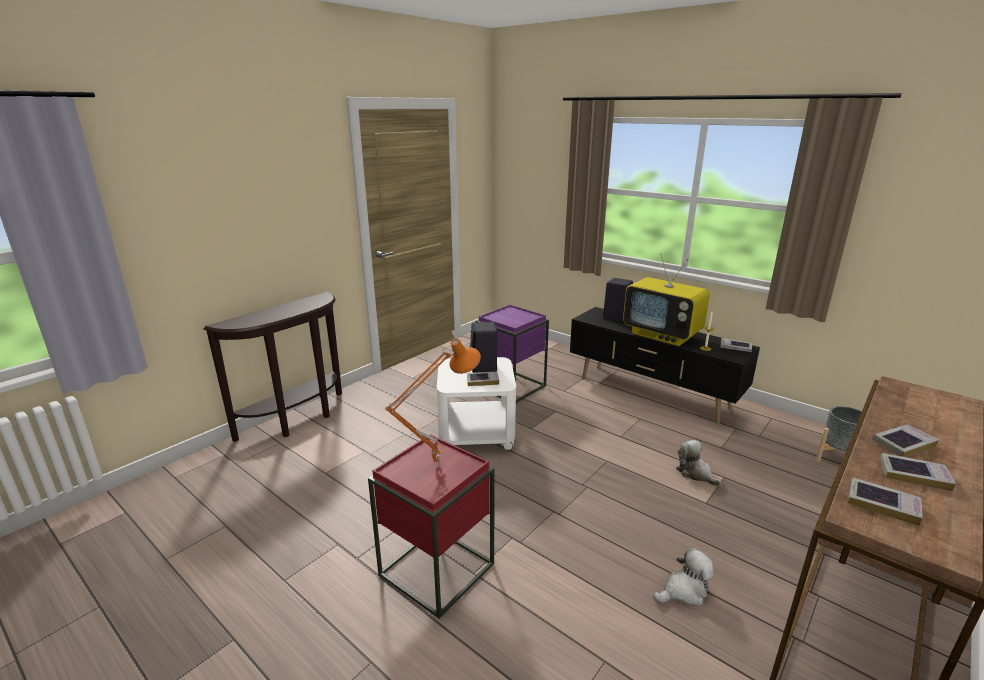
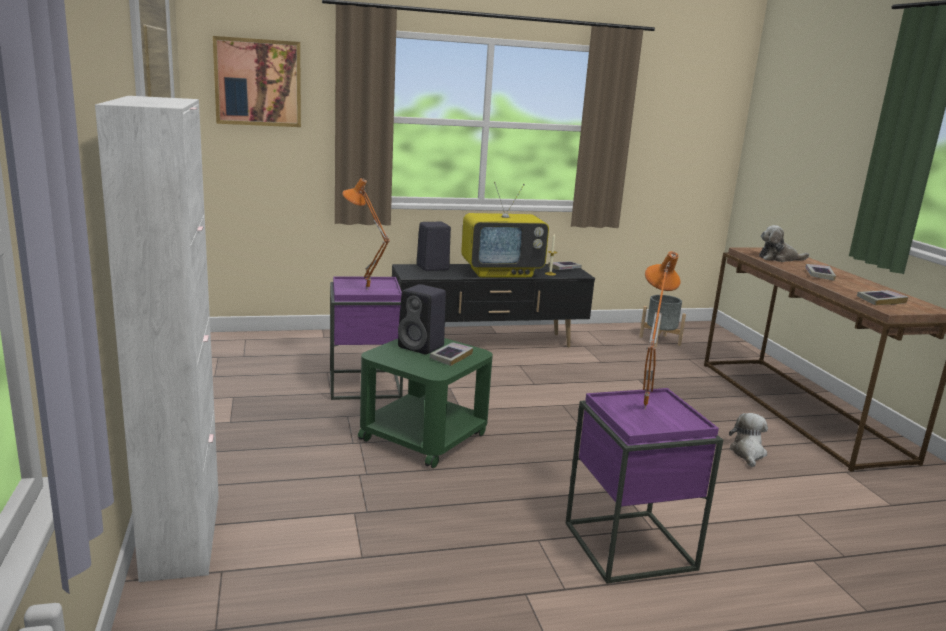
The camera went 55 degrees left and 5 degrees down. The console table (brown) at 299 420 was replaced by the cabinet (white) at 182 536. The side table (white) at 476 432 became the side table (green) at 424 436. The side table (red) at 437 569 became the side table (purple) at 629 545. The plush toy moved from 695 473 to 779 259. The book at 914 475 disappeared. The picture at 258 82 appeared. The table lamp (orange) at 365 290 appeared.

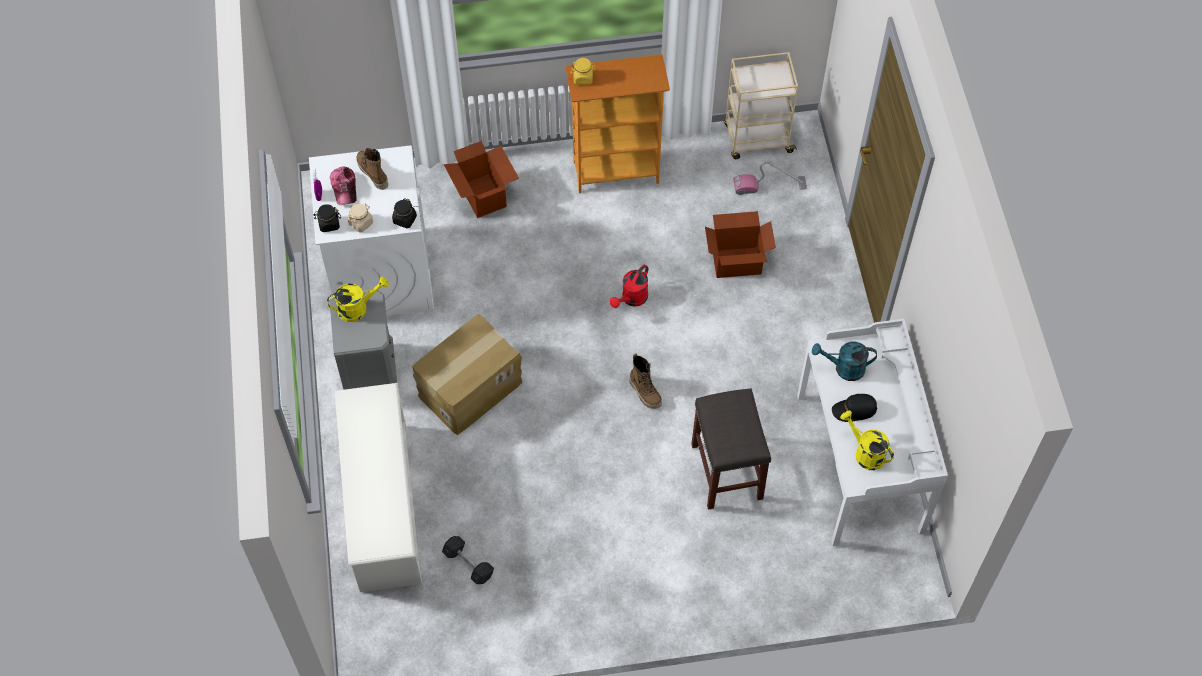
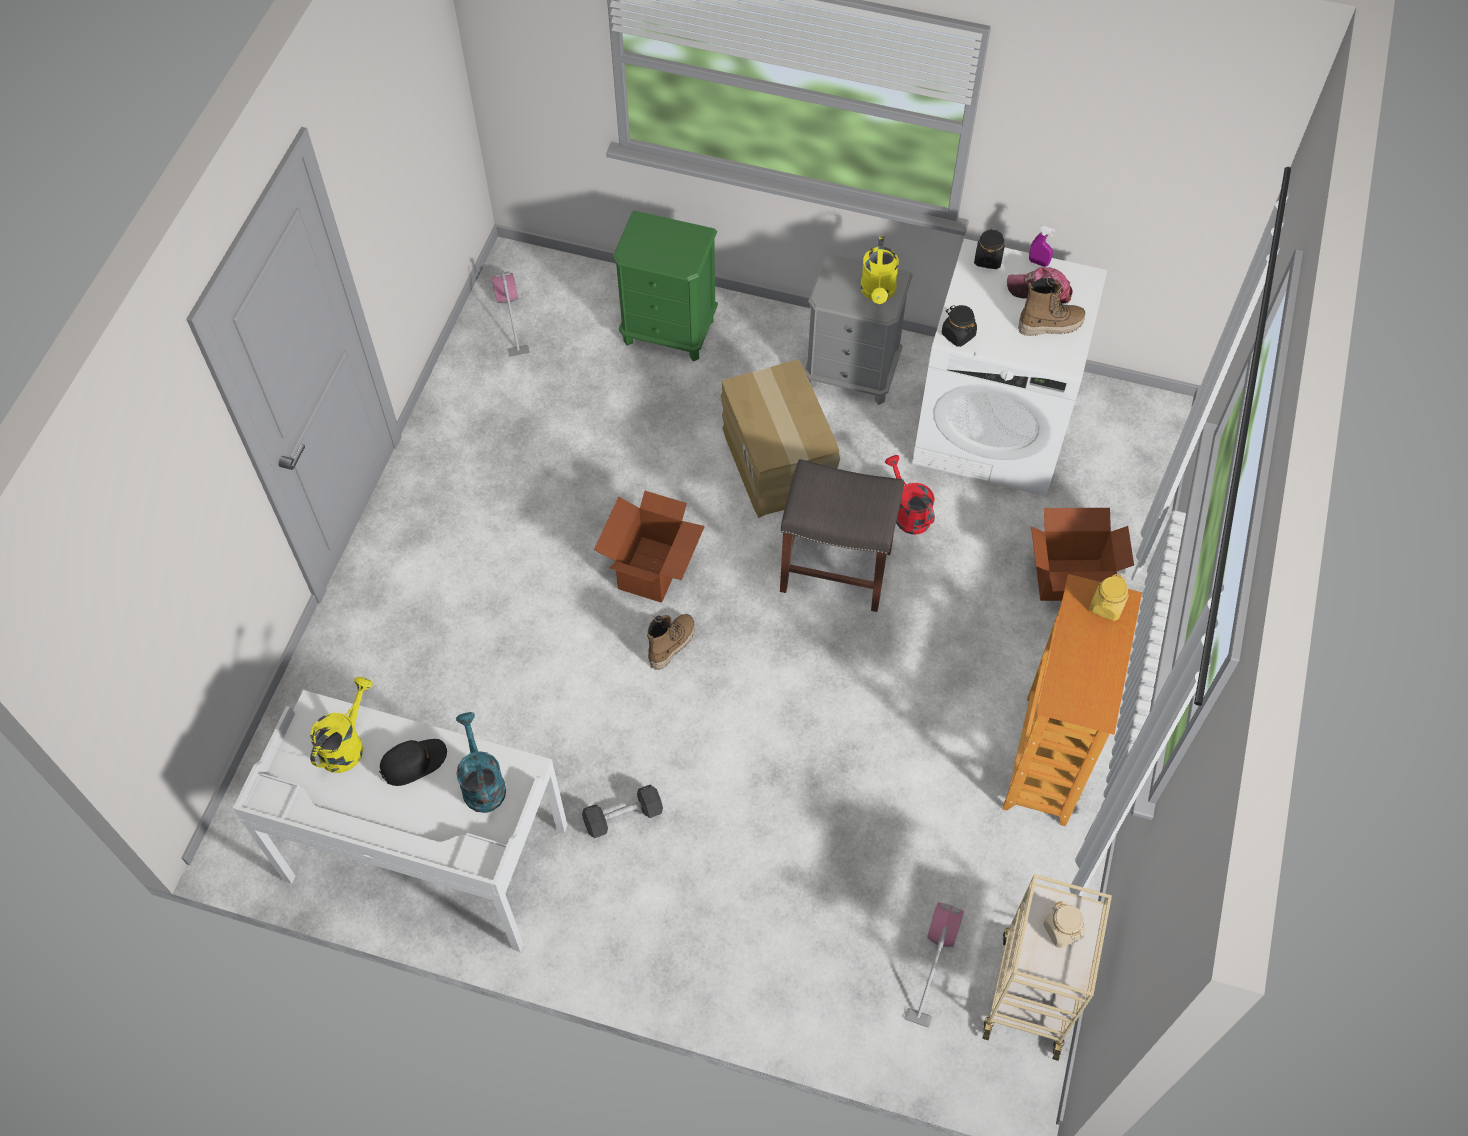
The camera went 115 degrees right and 0 degrees up. The jar (beige) moved from 361 223 to 1062 930. The cardboard box moved from 736 262 to 652 570. The watering can (red) moved from 632 299 to 908 513. The watering can (turquoise) at 844 368 turned 45 degrees counterclockwise. The boot at 645 392 turned 135 degrees clockwise. The shoe rack (white) at 383 507 was replaced by the nightstand (green) at 669 331. The stool (grey) moved from 726 470 to 837 570. The cap (black) at 854 410 turned 45 degrees clockwise. The watering can (yellow) at 865 452 turned 45 degrees counterclockwise. The dumbbell (grey) moved from 468 564 to 623 816. The vacuum cleaner at 511 317 appeared.

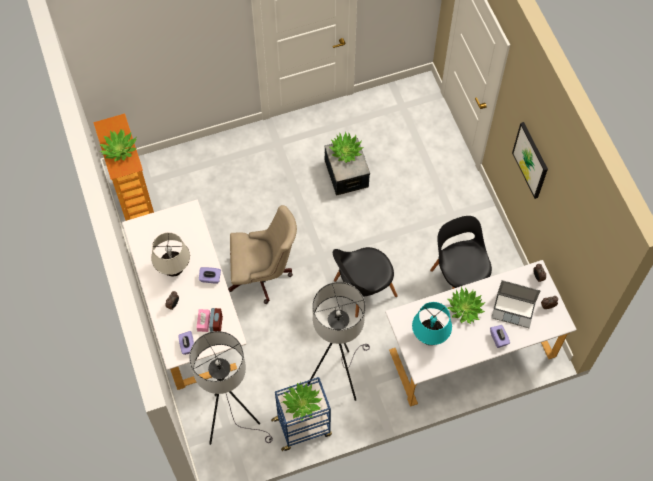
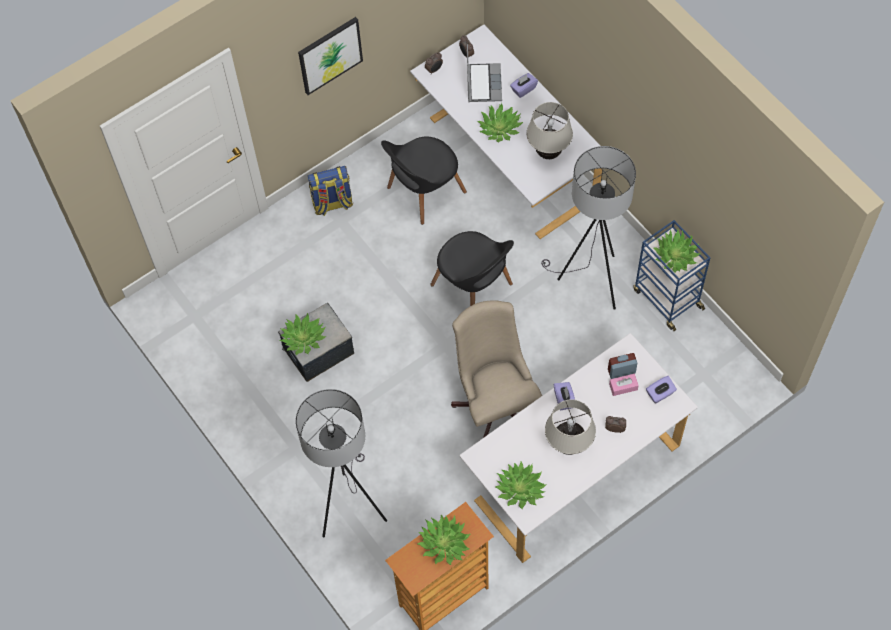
The camera went 105 degrees left and 0 degrees up. The table lamp (turquoise) at 429 337 became the table lamp (beige) at 548 152. The floor lamp (grey) moved from 233 420 to 349 505. The backpack at 332 203 appeared. The potted plant at 520 489 appeared.

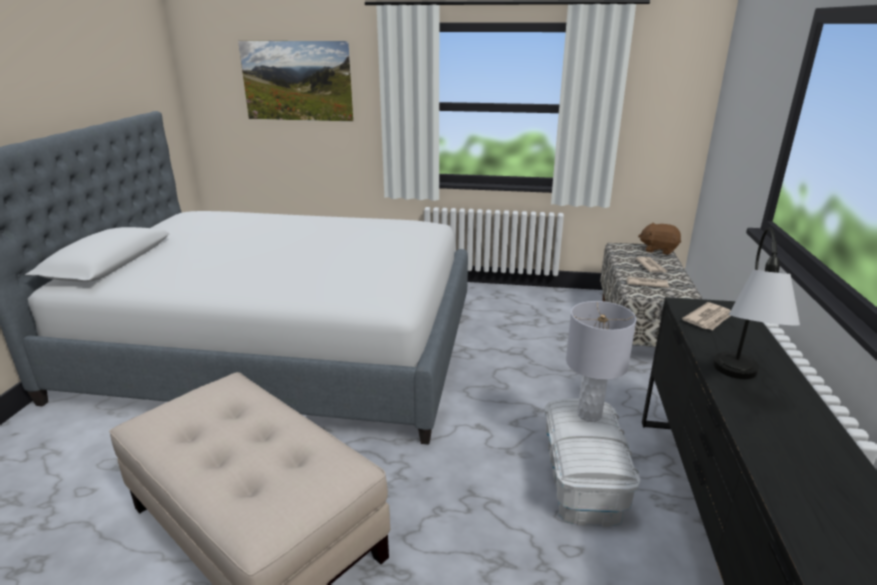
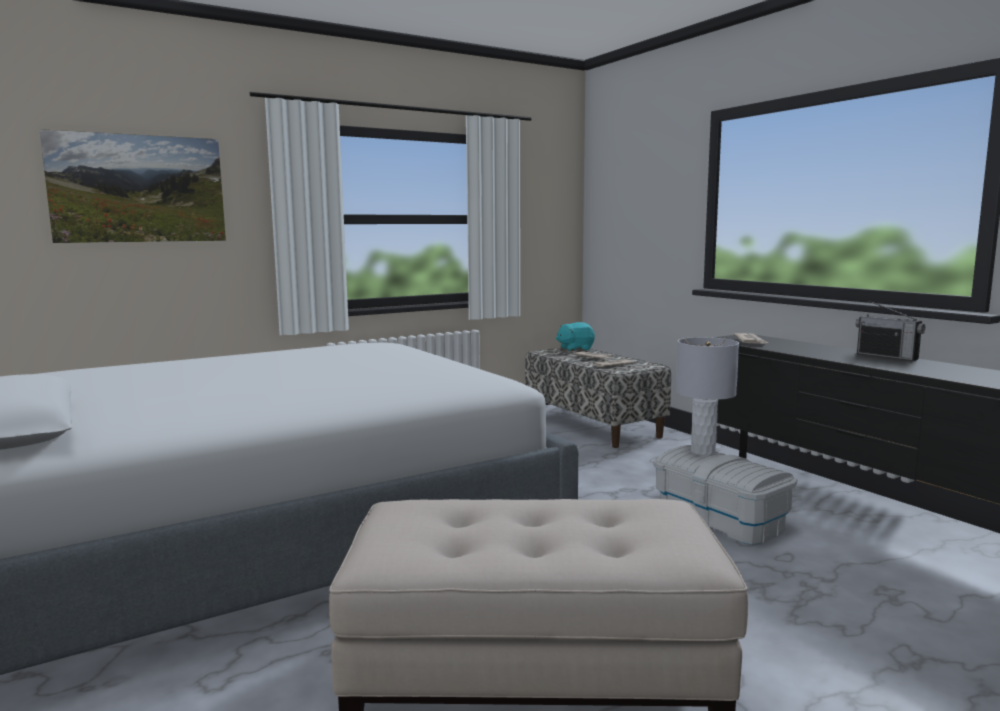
The camera went 40 degrees left and 15 degrees down. The plush toy (brown) at 658 250 became the plush toy (turquoise) at 575 349. The table lamp at 738 383 disappeared. The radio at 887 356 appeared.

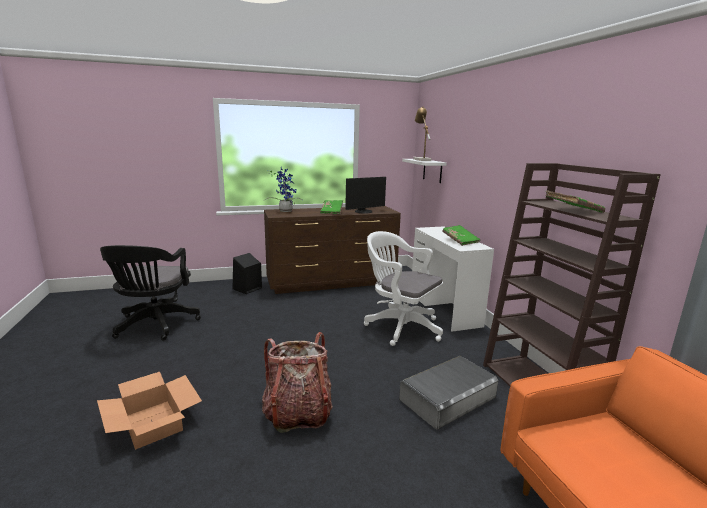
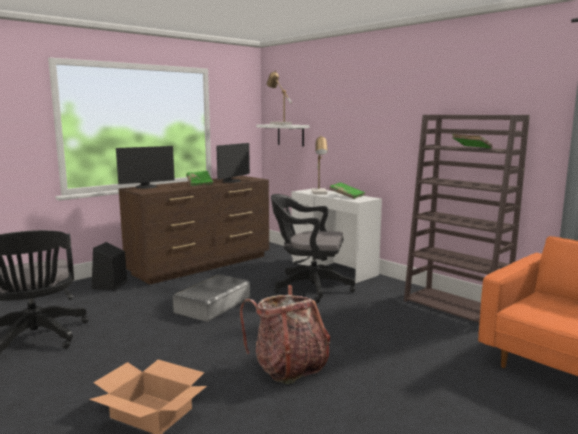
The camera went 25 degrees left and 5 degrees down. The potted plant at 285 210 was replaced by the monitor at 146 187. The office chair (white) at 400 326 became the office chair (black) at 309 288. The storage box (grey) moved from 447 398 to 213 304. The table lamp at 320 193 appeared.

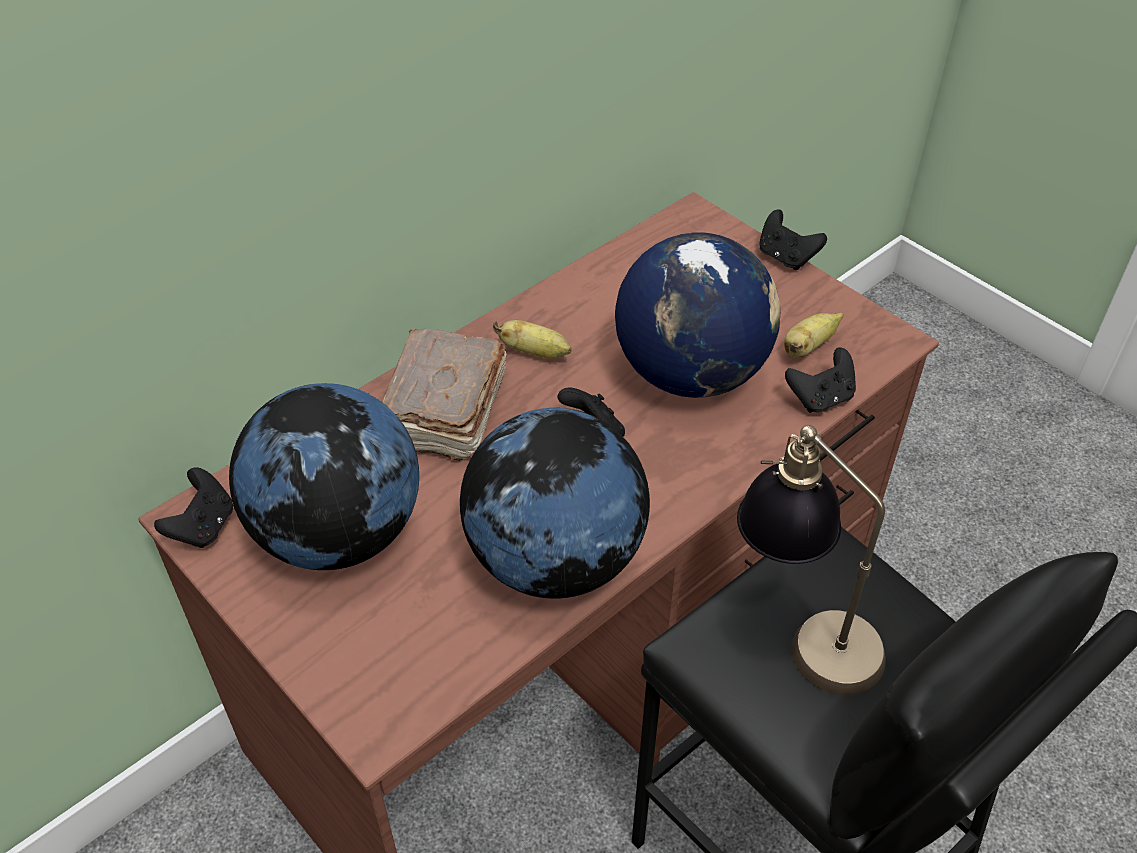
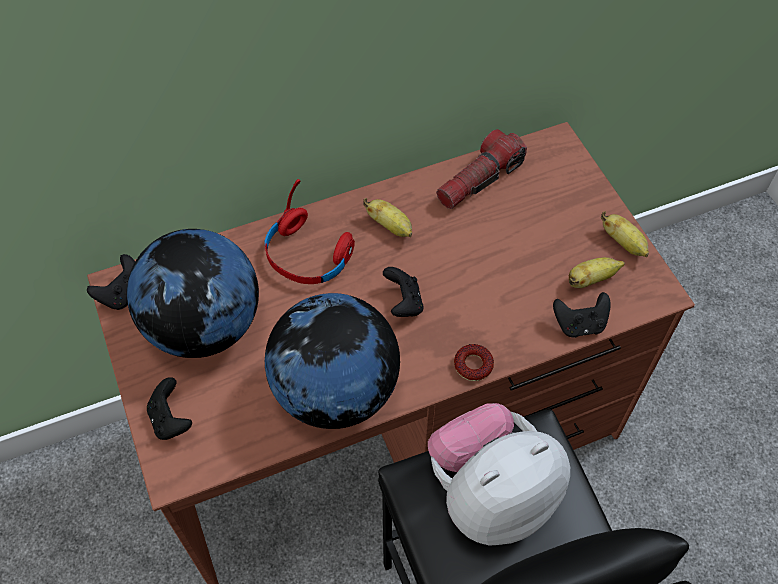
The camera went 20 degrees right and 10 degrees up. The game controller (black) moved from 786 257 to 171 420. The globe at 691 373 disappeared. The book (brown) at 442 413 was replaced by the headphones (red) at 308 255. The table lamp at 802 630 was replaced by the plush toy at 490 494. The flashlight at 479 179 appeared. The banana at 624 243 appeared. The donut at 473 365 appeared.

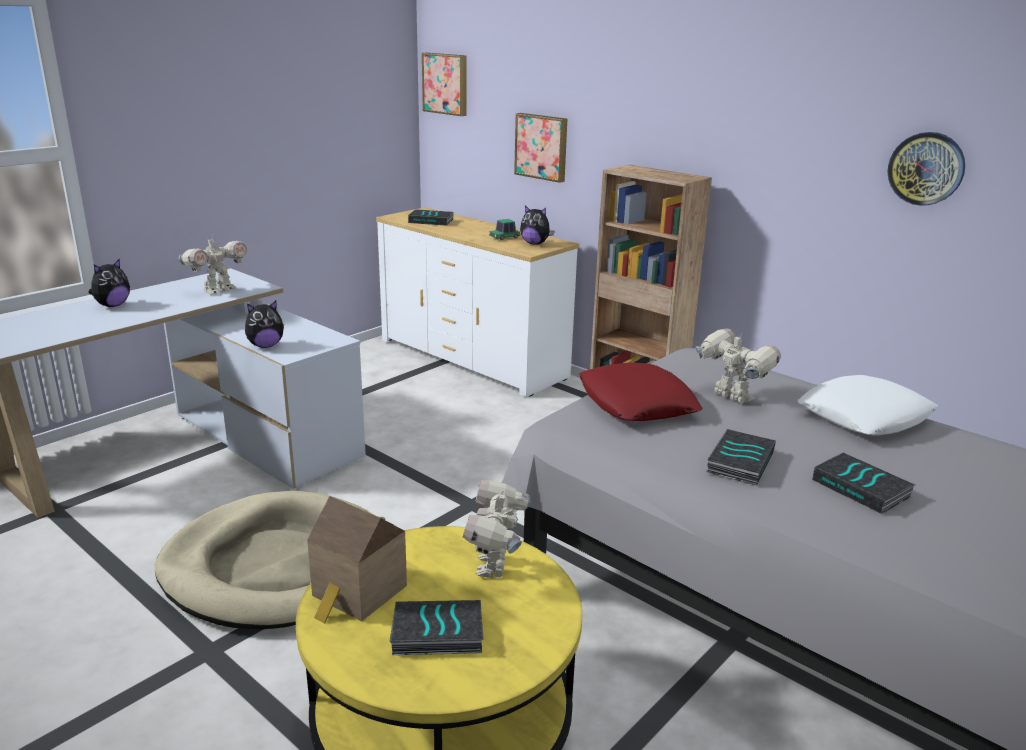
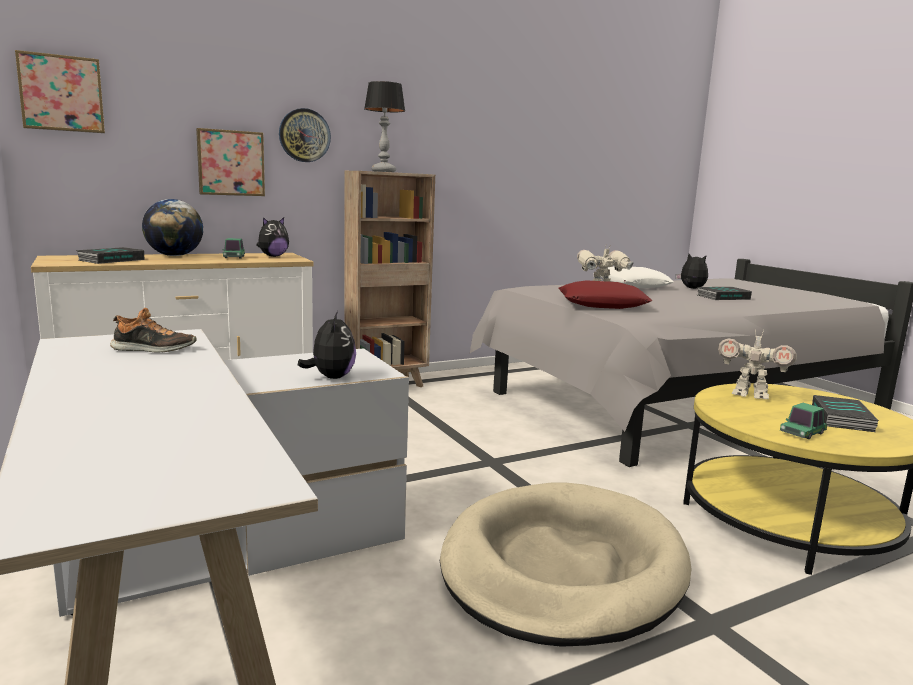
The camera went 70 degrees left and 10 degrees down. The wall clock moved from 926 168 to 304 135. The toy robot at 218 290 was replaced by the shoe at 153 349. The plush toy moved from 112 305 to 691 288. The book at 739 461 disappeared. The toy house at 357 593 was replaced by the toy car at 802 433. The table lamp at 384 171 appeared. The globe at 175 255 appeared.

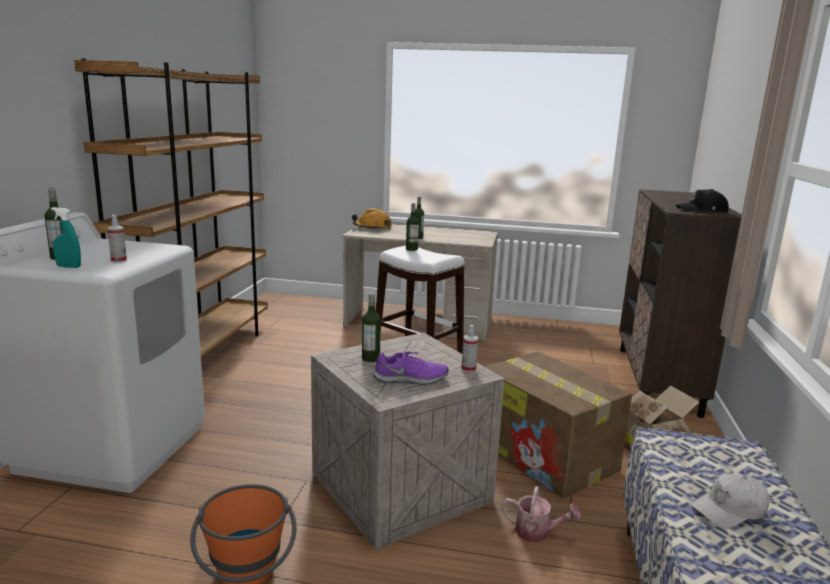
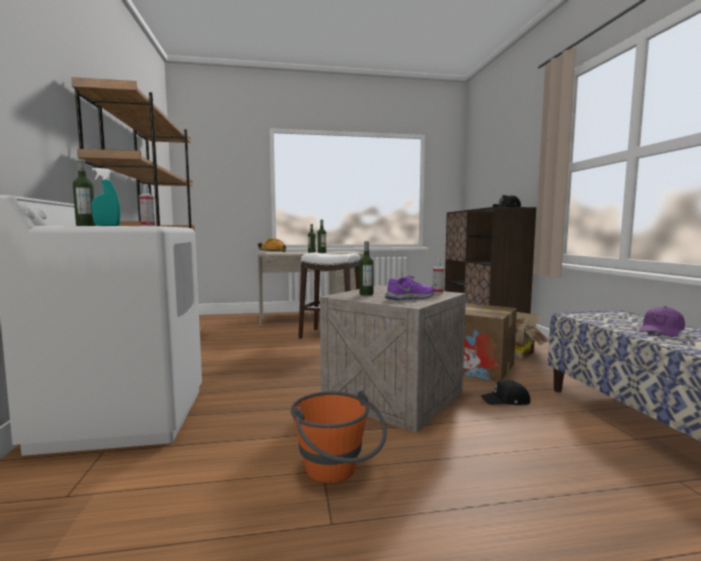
The camera went 20 degrees left and 10 degrees down. The cap (white) at 730 510 became the cap (purple) at 661 331. The watering can at 537 532 was replaced by the cap (black) at 506 401.

